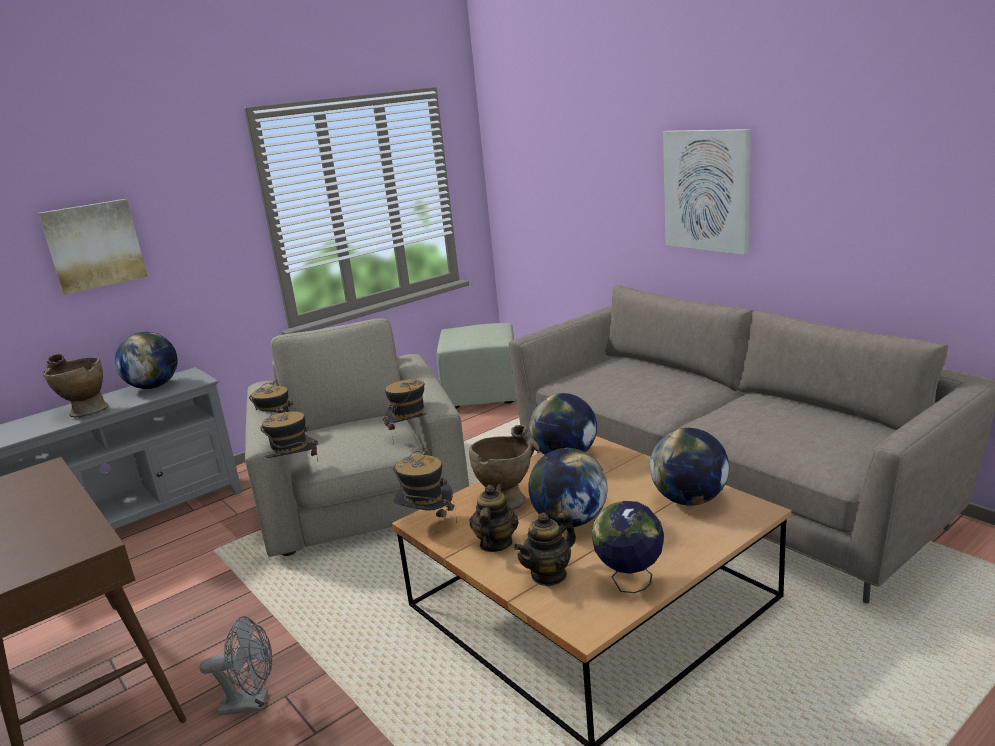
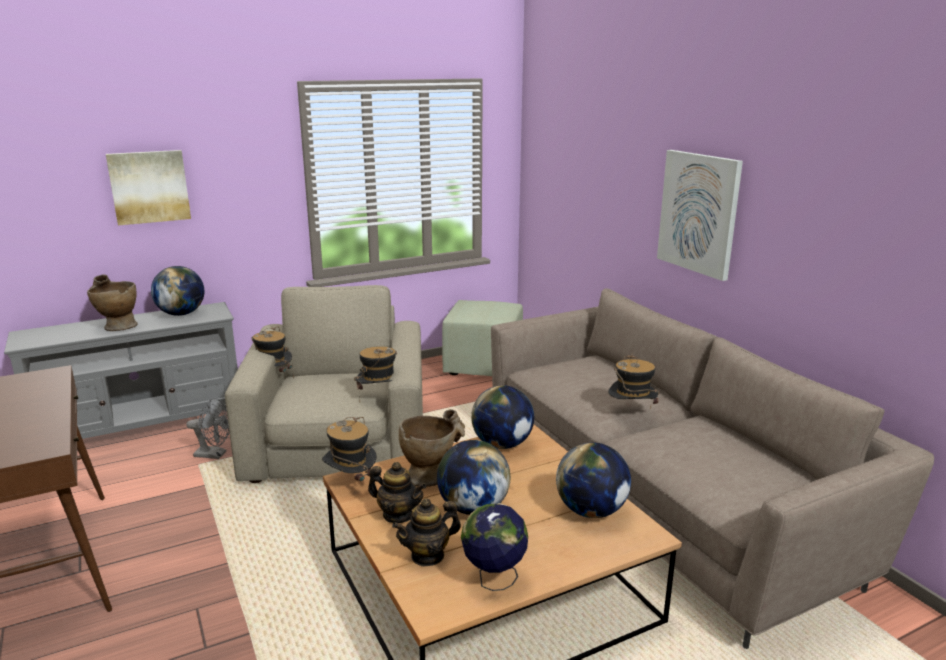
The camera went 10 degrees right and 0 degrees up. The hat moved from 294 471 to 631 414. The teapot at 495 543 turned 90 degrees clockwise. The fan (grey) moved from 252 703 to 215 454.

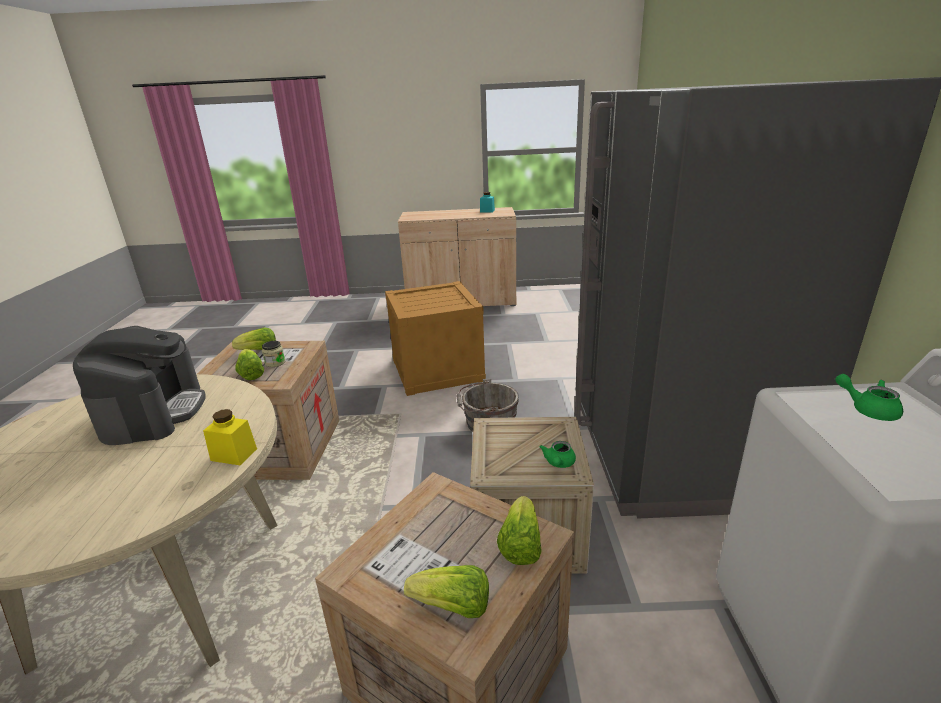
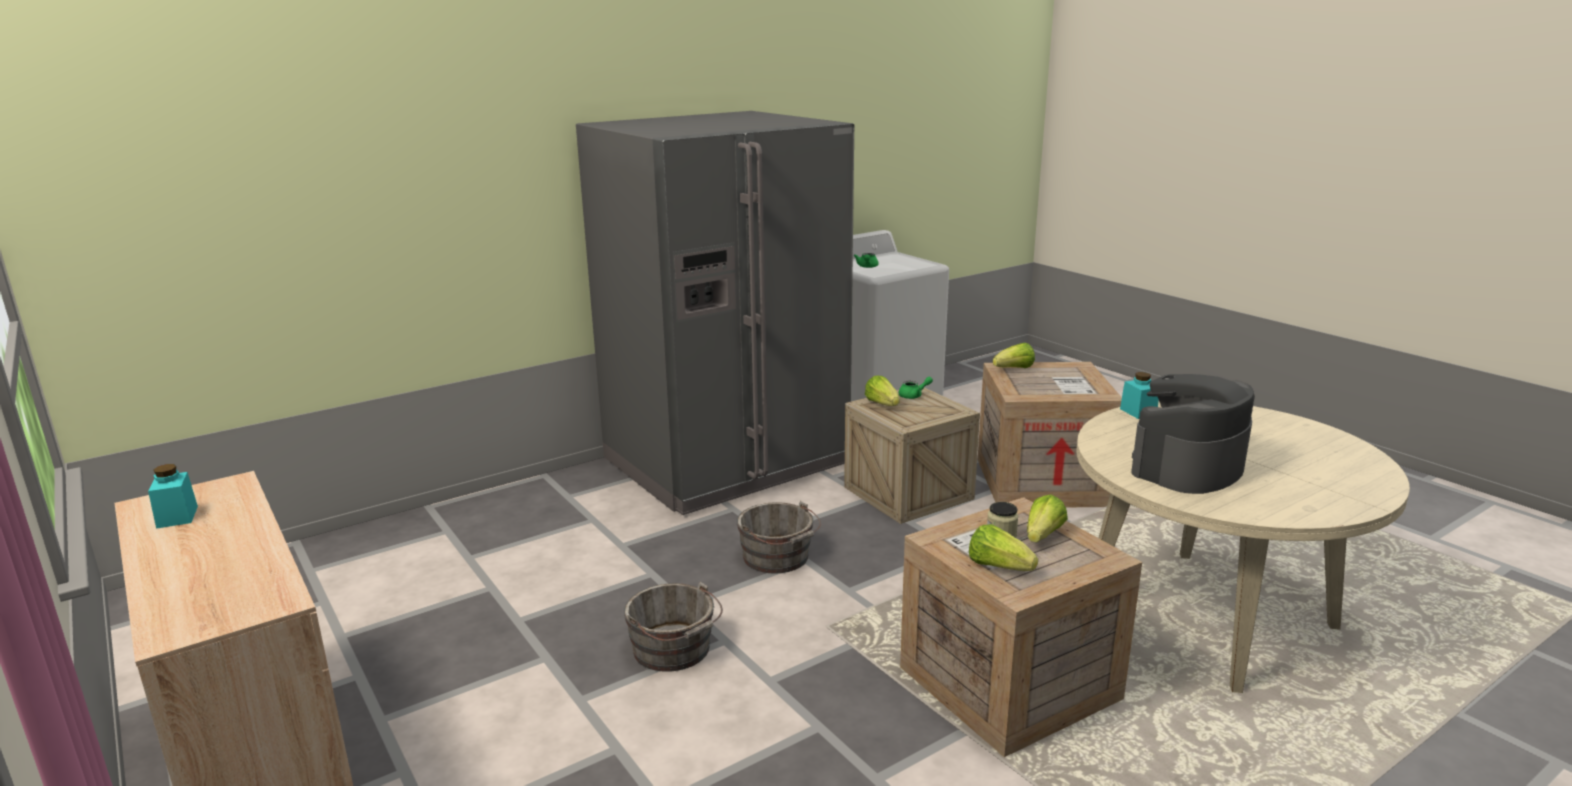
The camera went 125 degrees left and 5 degrees down. The crate at 437 370 was replaced by the bucket (grey) at 674 650. The jar (yellow) at 234 454 became the jar (turquoise) at 1138 412. The lettuce moved from 453 607 to 882 404.

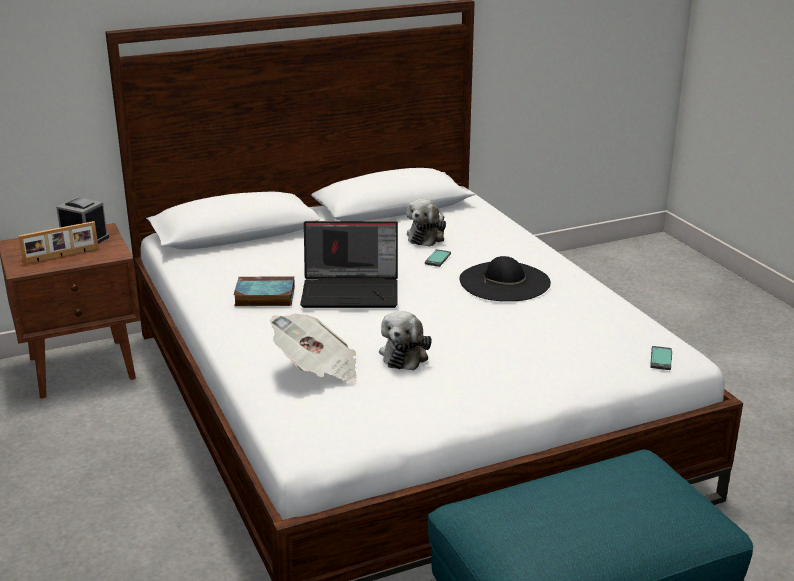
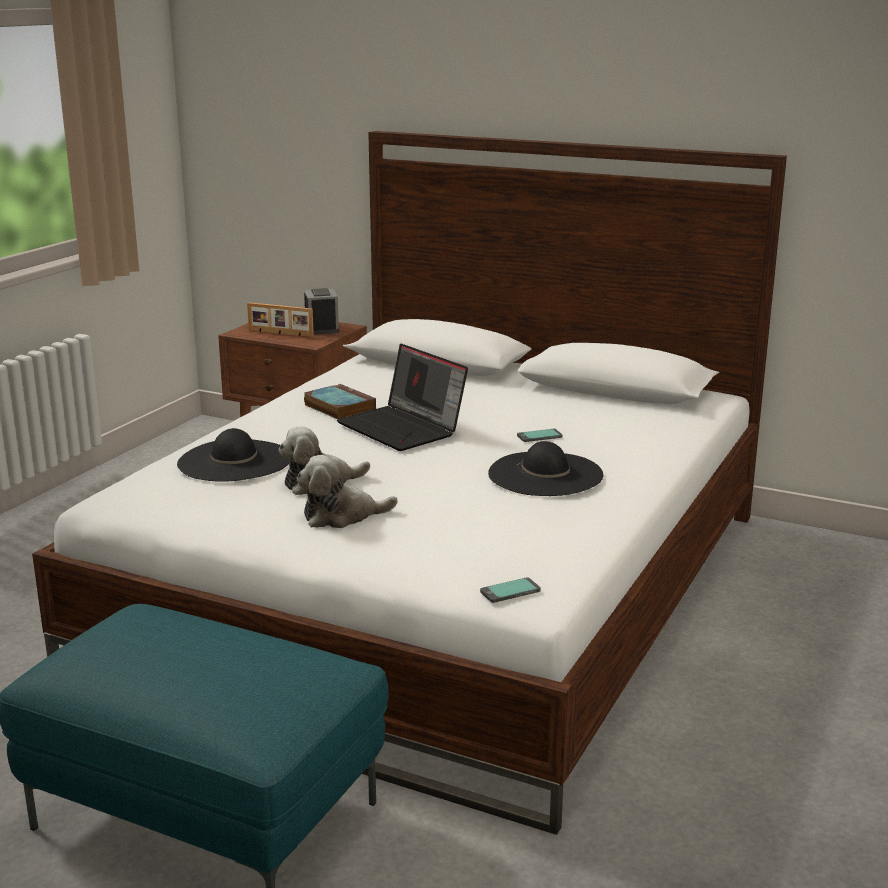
The camera went 50 degrees right and 5 degrees down. The plush toy moved from 427 236 to 341 516. The newspaper at 317 369 was replaced by the hat (black) at 234 461.

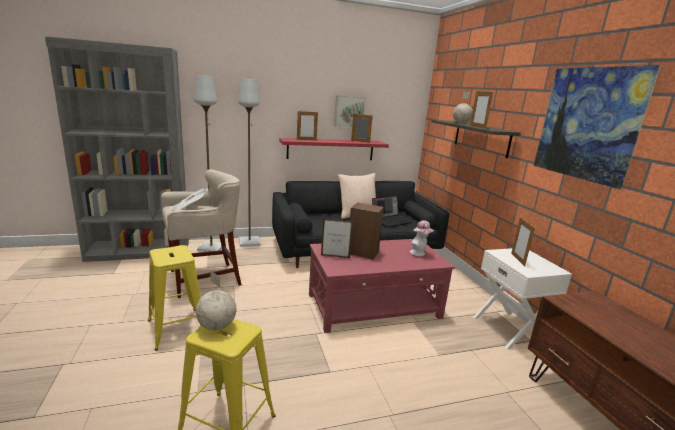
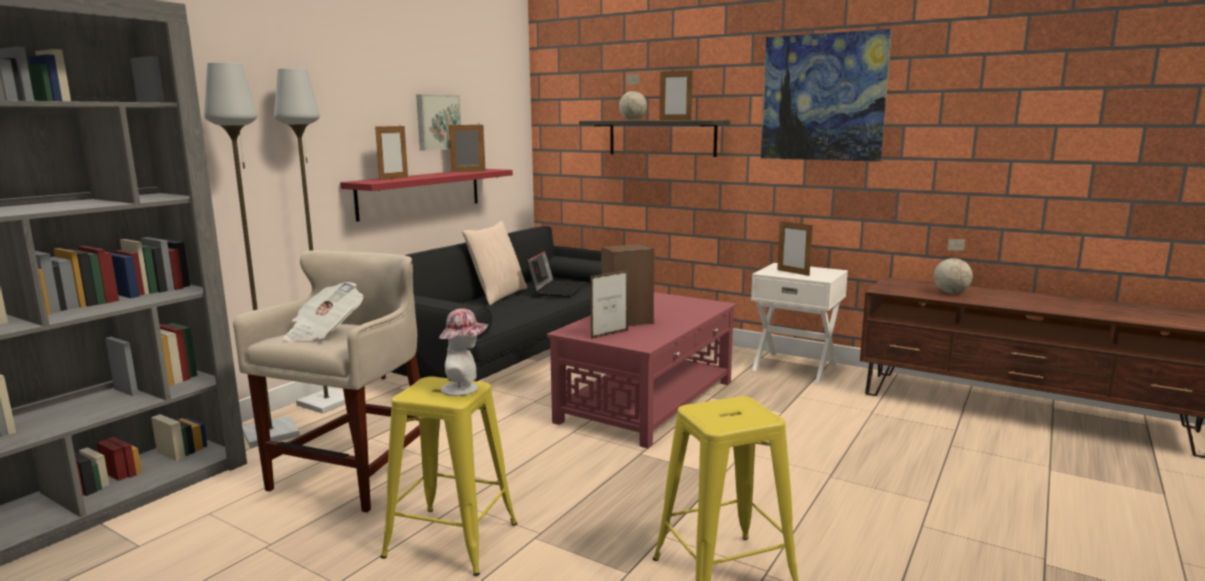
The camera went 40 degrees left and 5 degrees down. The hat moved from 419 253 to 465 388. The globe moved from 217 326 to 950 292.

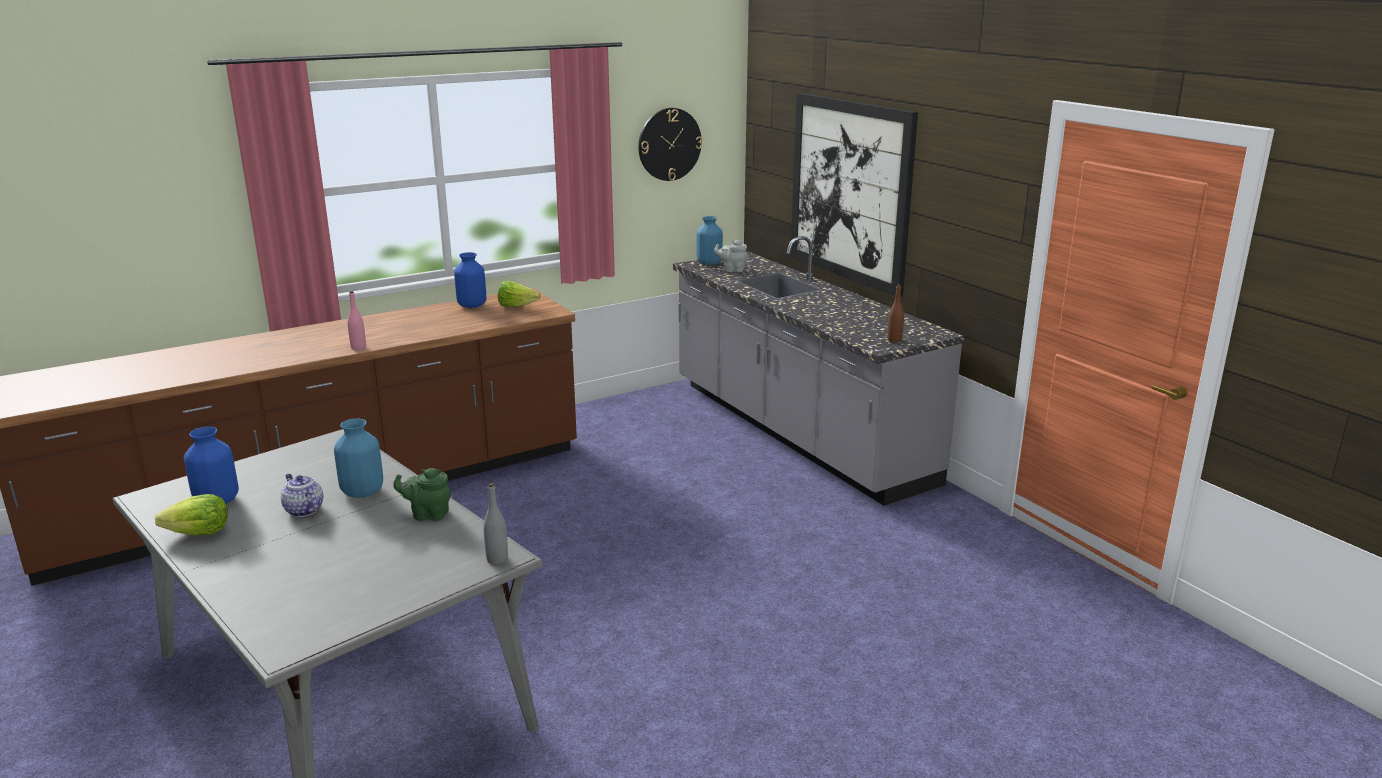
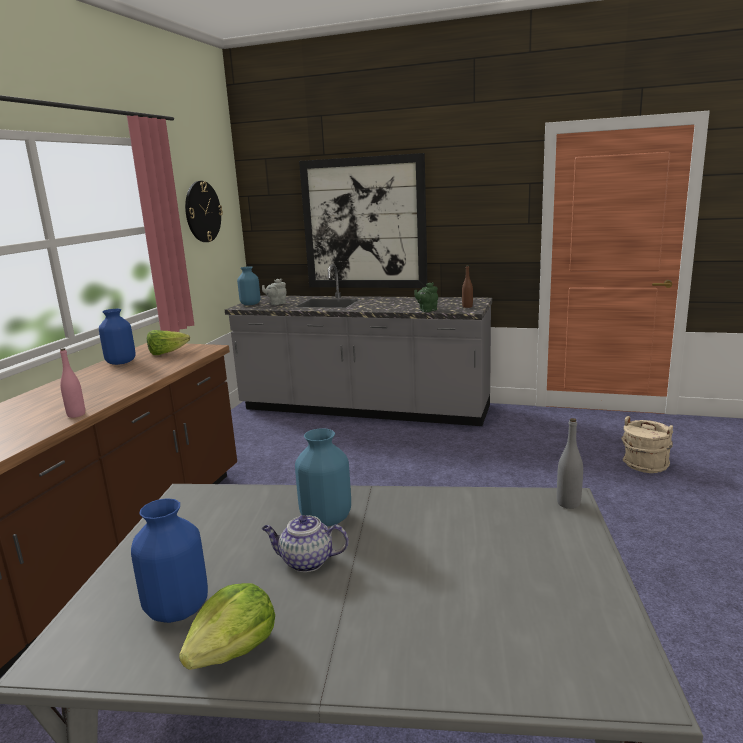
The camera went 40 degrees left and 5 degrees down. The teapot (green) moved from 428 514 to 427 310. The bucket (beige) at 644 465 appeared.

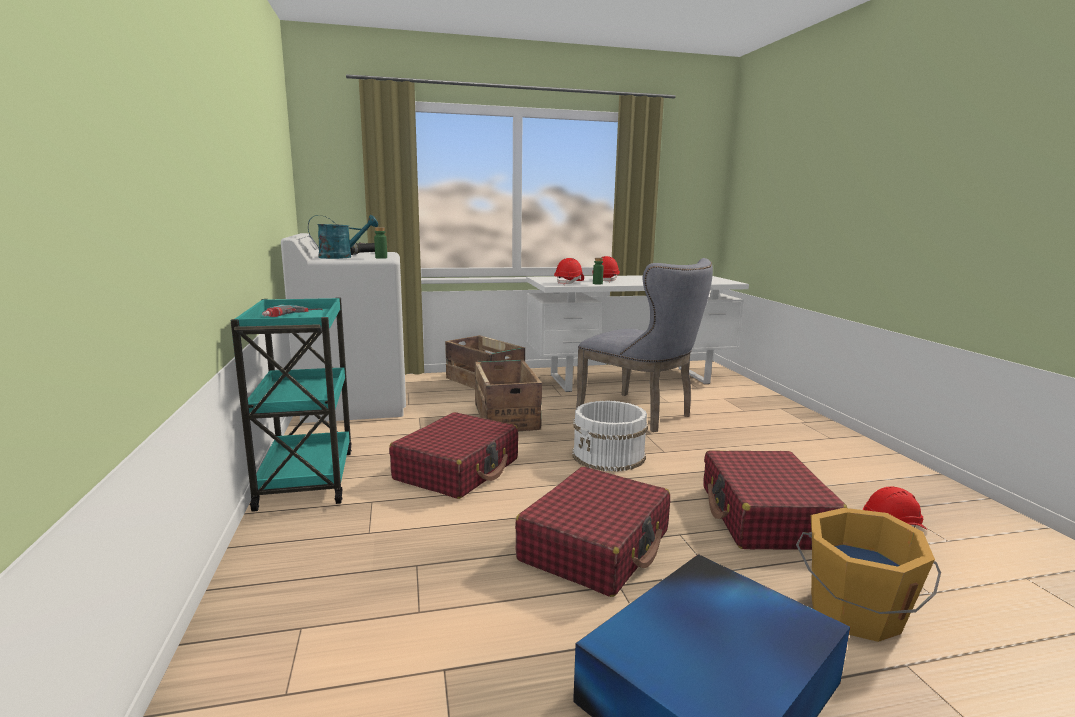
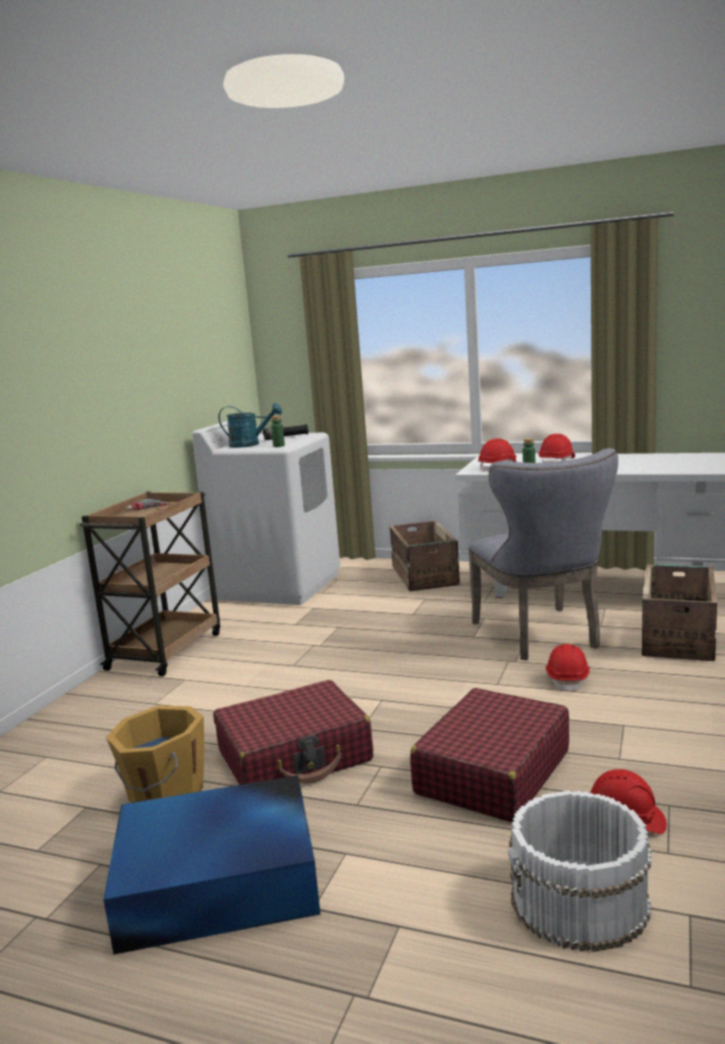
The camera went 35 degrees right and 0 degrees up. The cart (turquoise) at 307 477 became the cart (brown) at 166 650. The crate moved from 506 416 to 679 637. The bucket (white) moved from 609 456 to 579 902. The suitcase (red) at 458 469 disappeared. The bucket (orange) moved from 854 613 to 164 794. The hard hat (red) at 568 679 appeared.

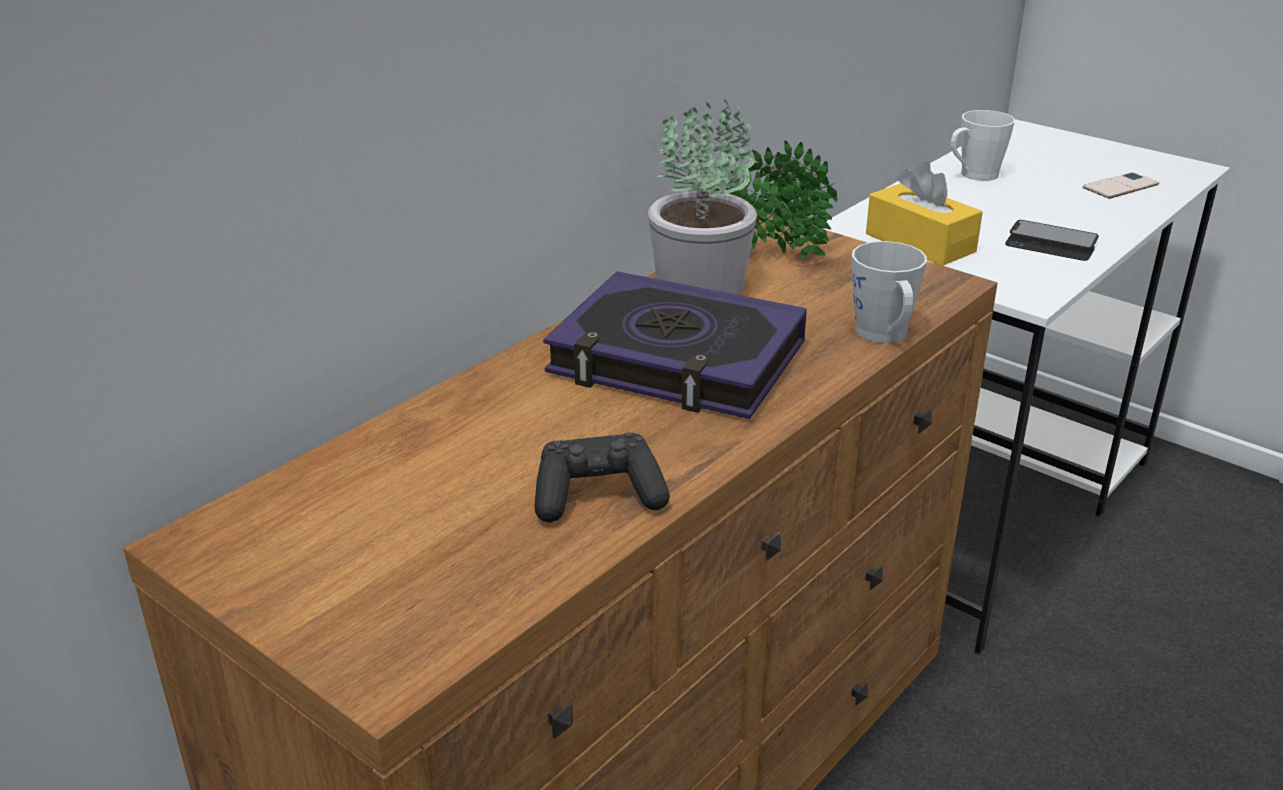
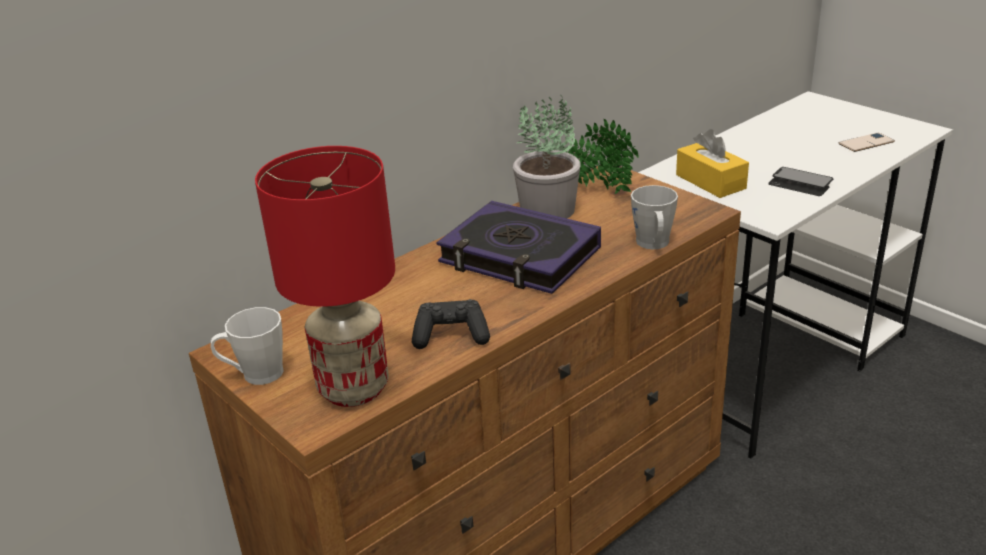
The camera went 10 degrees right and 0 degrees up. The mug (white) moved from 973 175 to 255 374. The table lamp (red) at 353 388 appeared.

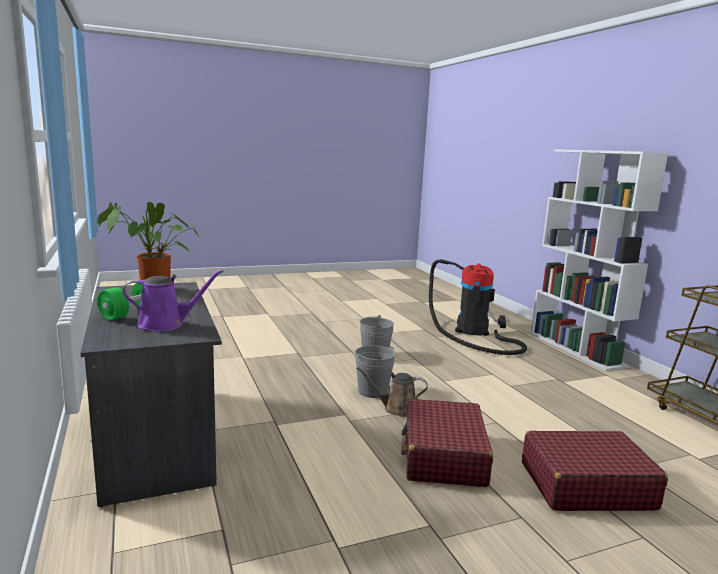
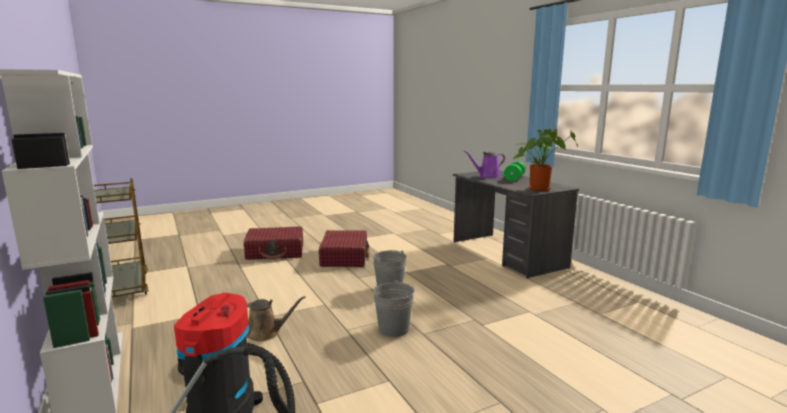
The camera went 175 degrees right and 0 degrees up. The watering can (brown) moved from 396 409 to 266 333.

